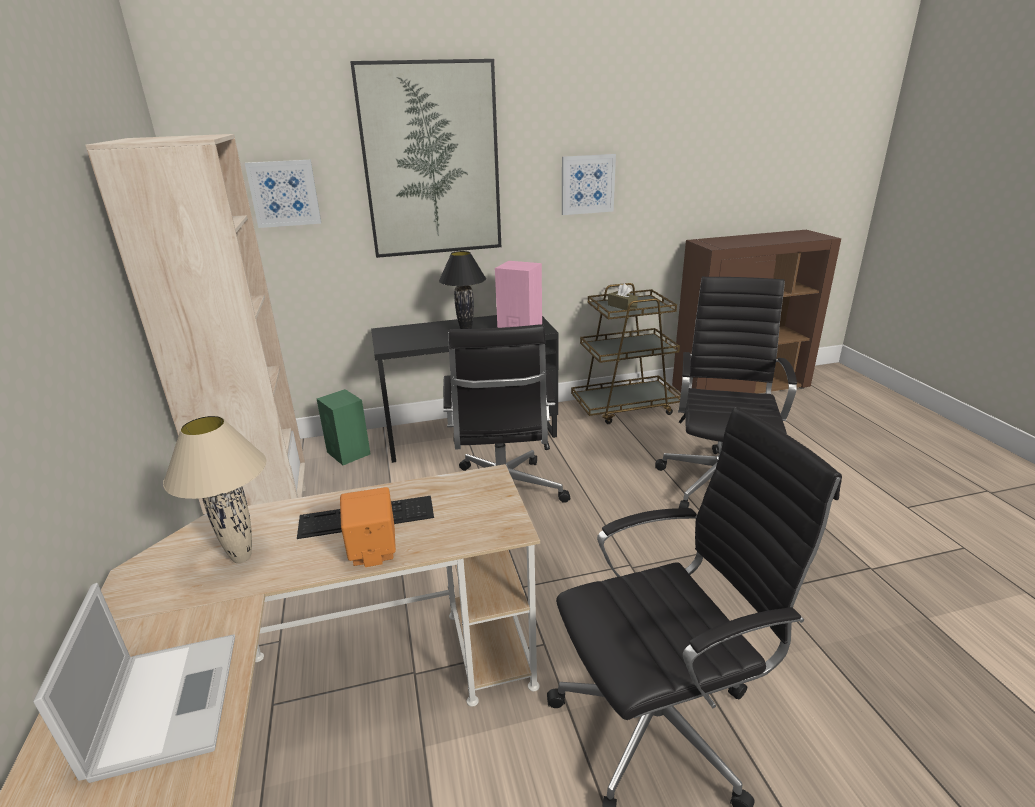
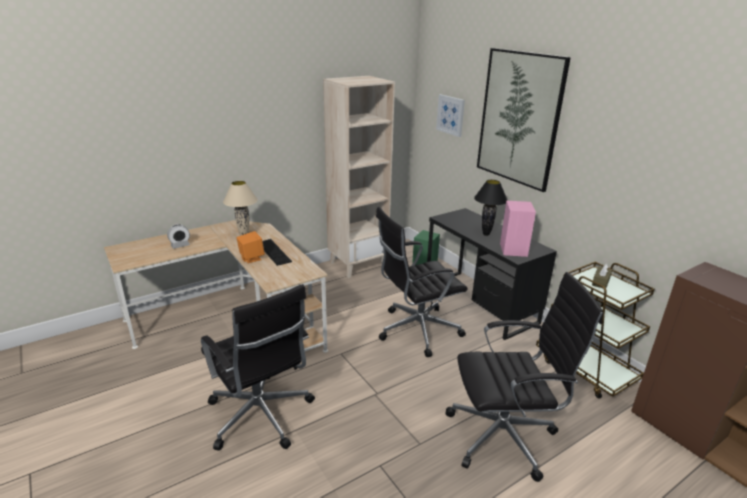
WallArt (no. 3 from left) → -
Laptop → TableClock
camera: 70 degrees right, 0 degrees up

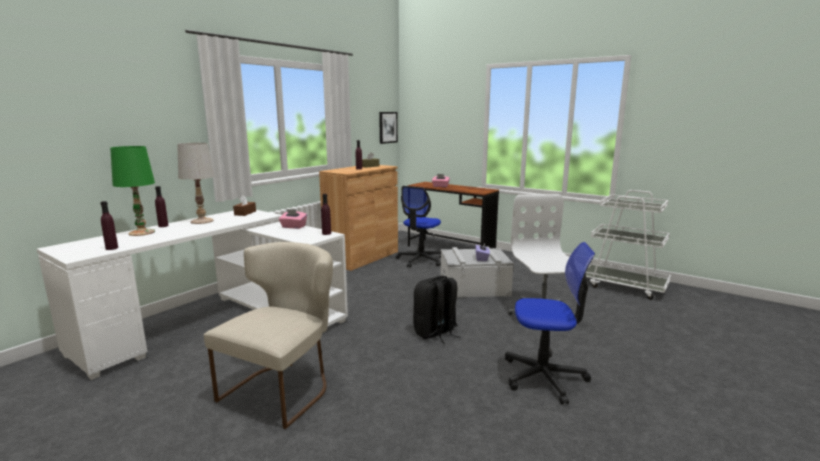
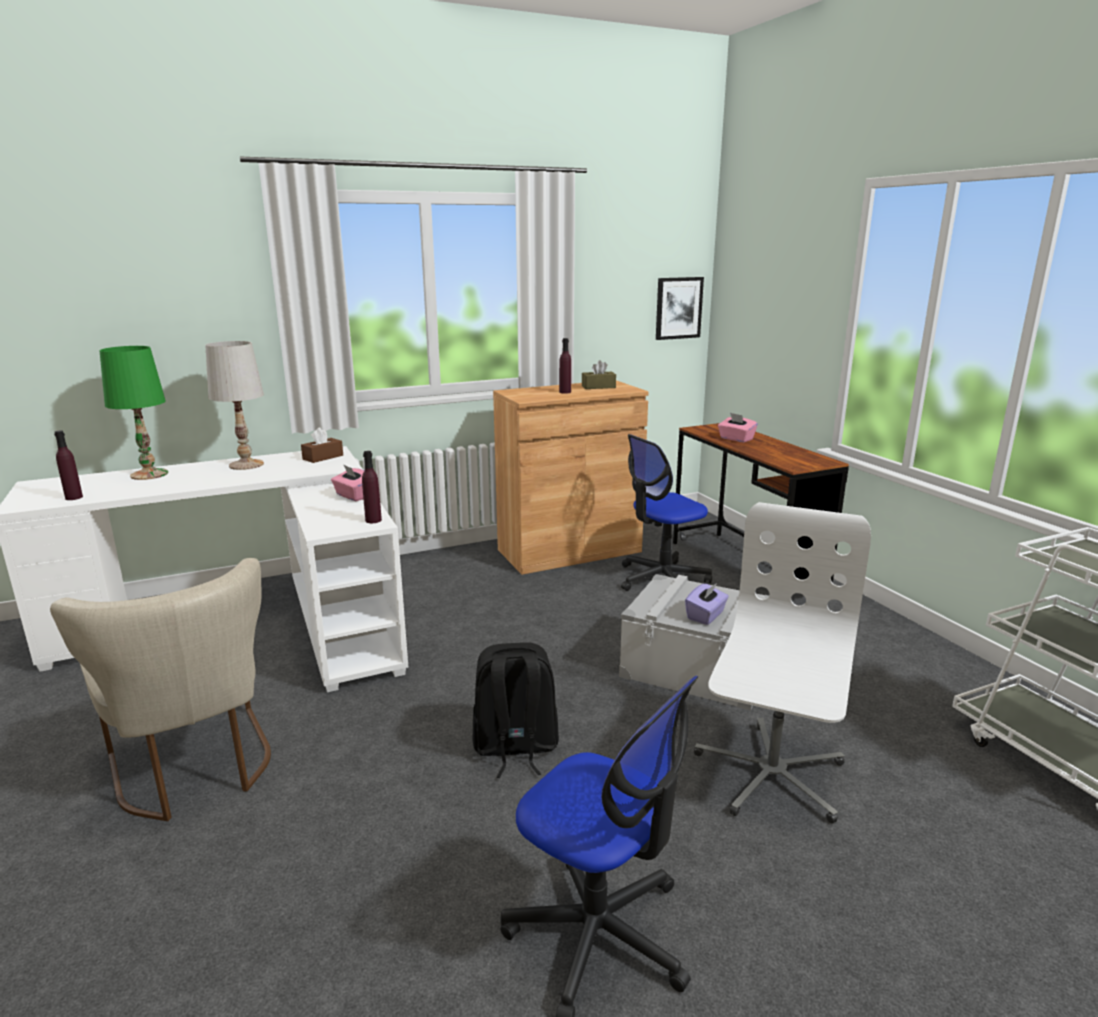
PurpleBeverageBottle (no. 2 from left) → -
BeigeUprightChair, 90 degrees clockwise
camera: 30 degrees right, 5 degrees up

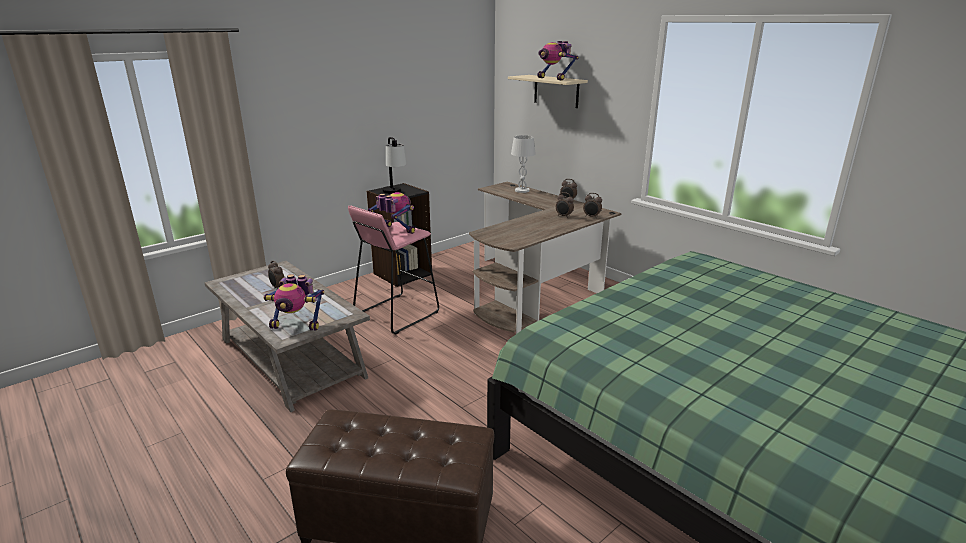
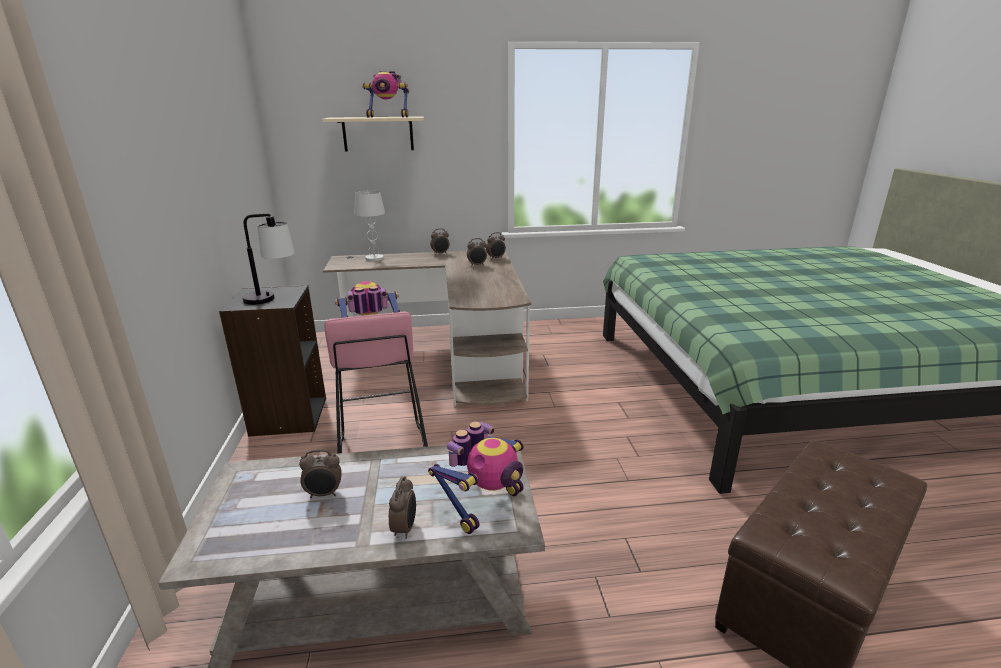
- → TableClock (no. 2 from left)
camera: 55 degrees left, 0 degrees up

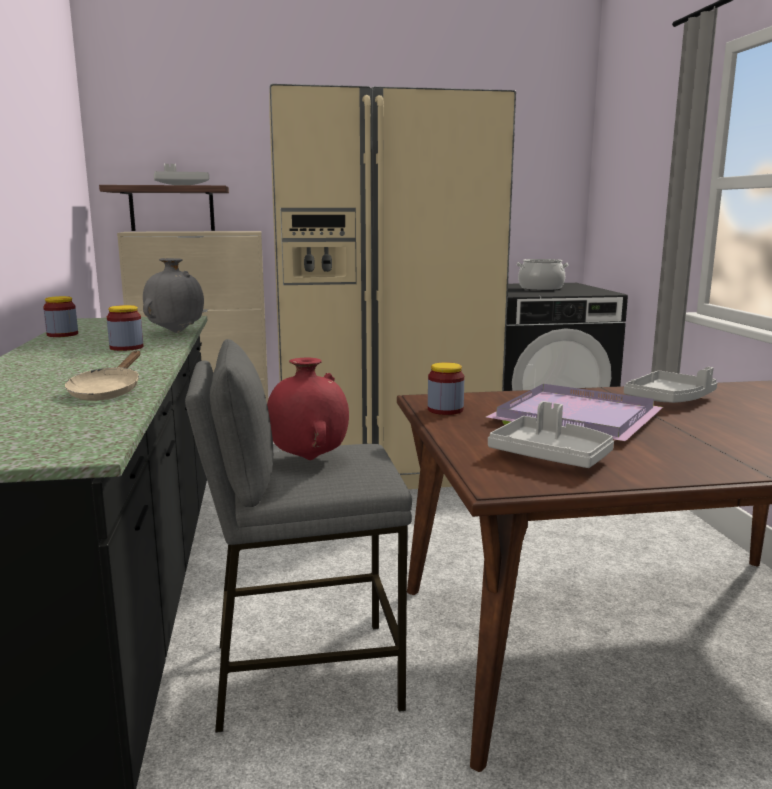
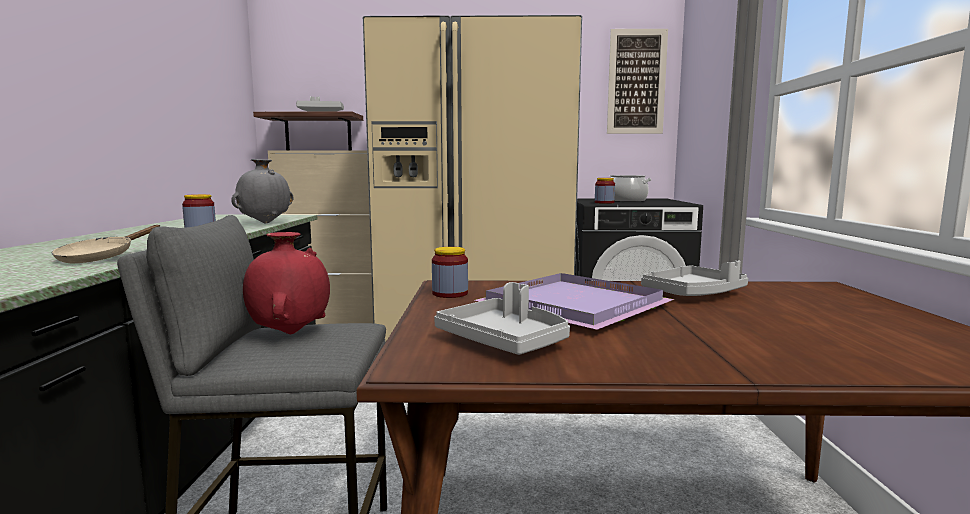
- → WallArt
Jar (no. 1 from left in the first image) → Jar (no. 3 from left), shifted
camera: 10 degrees right, 5 degrees down

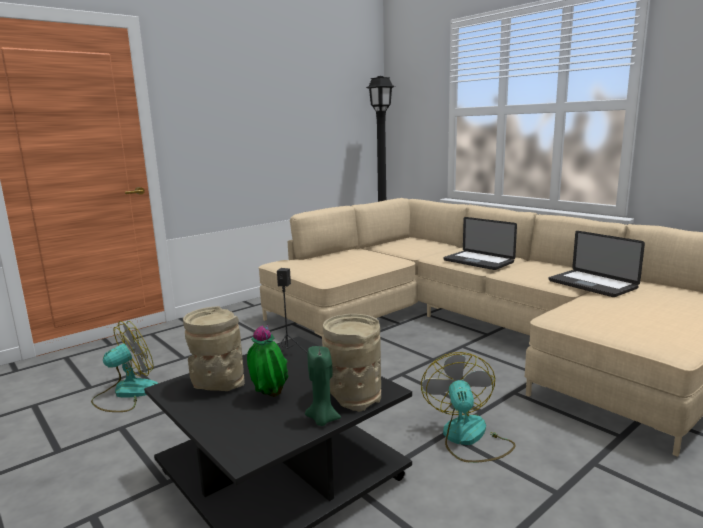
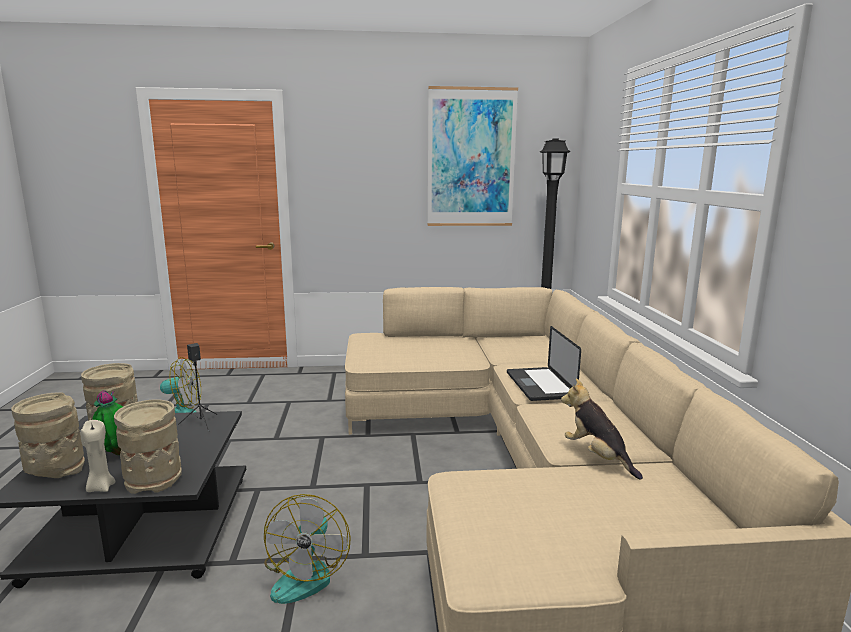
- → BeigeDecorativeVase (no. 1 from left)
- → WallArt
Laptop (no. 2 from left) → PlushToy
GreenColouredWaxCandle → BeigeWaxCandle
CoolingFan (no. 2 from left), 150 degrees clockwise
camera: 35 degrees right, 0 degrees up

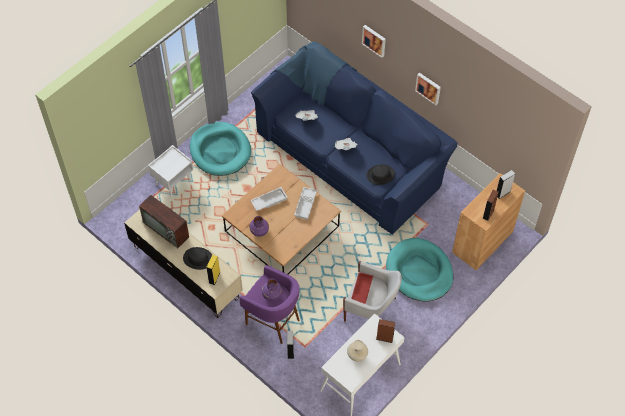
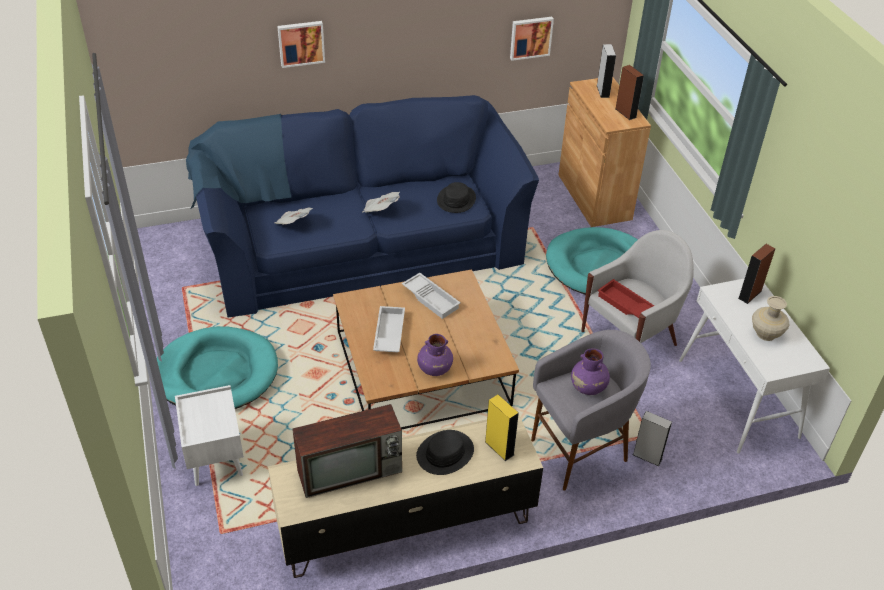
WallArt (no. 2 from left), shifted
PurpleStool → GreyishStool
camera: 60 degrees left, 15 degrees down

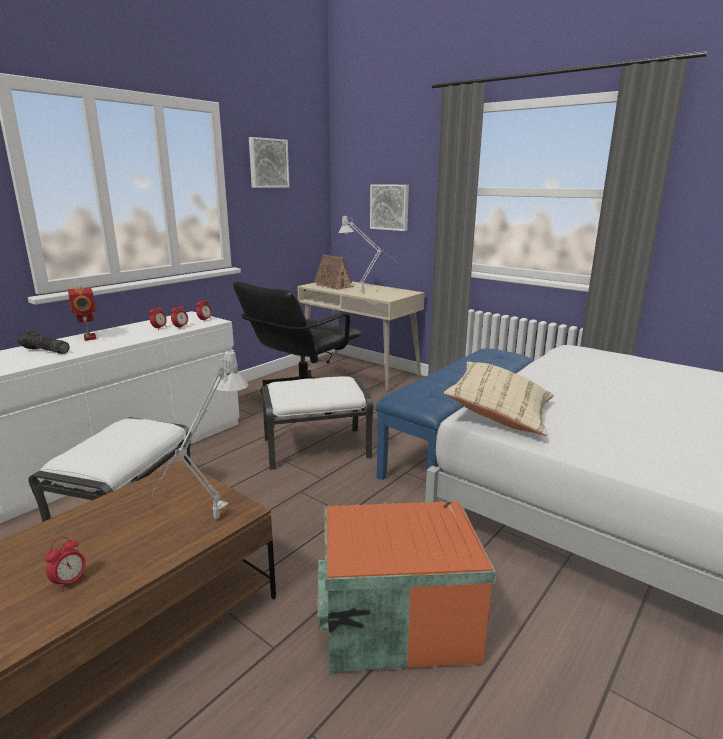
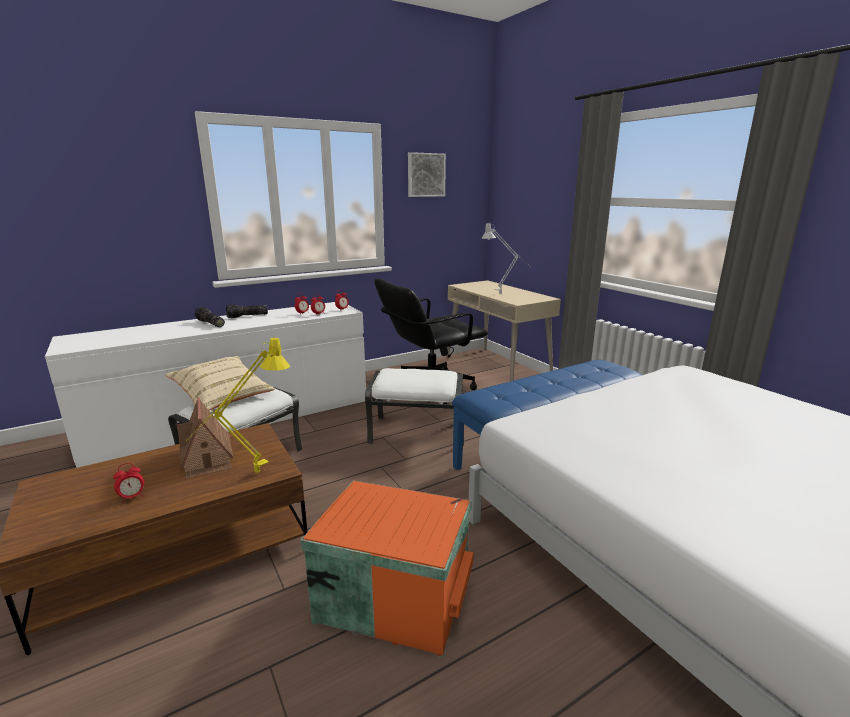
WallArt (no. 2 from left) → -
MiniatureHouse, shifted
BeigePillow, shifted
ModelRobot → Torch (no. 2 from left)
GreyishLampForATable (no. 1 from left) → YellowishLampForATable
camera: 20 degrees right, 0 degrees up

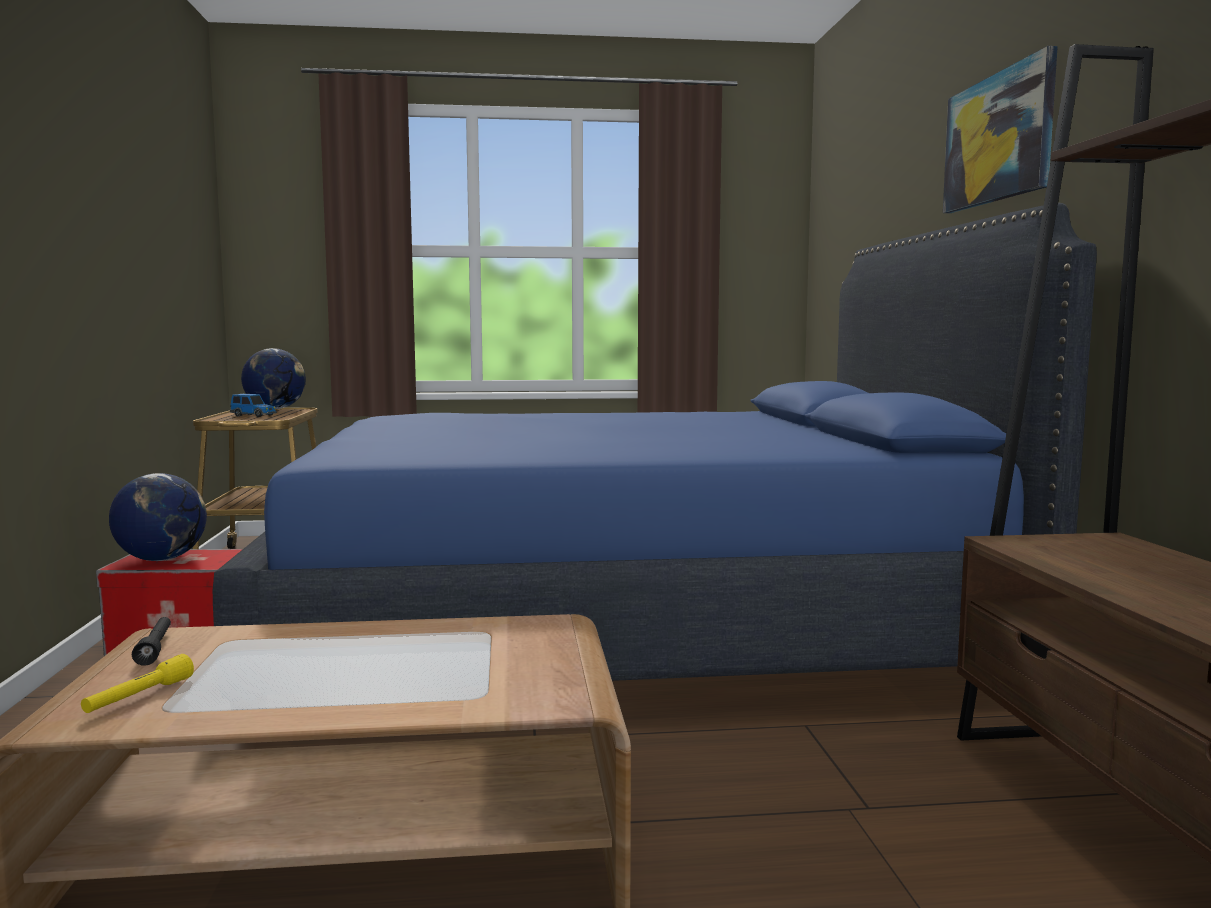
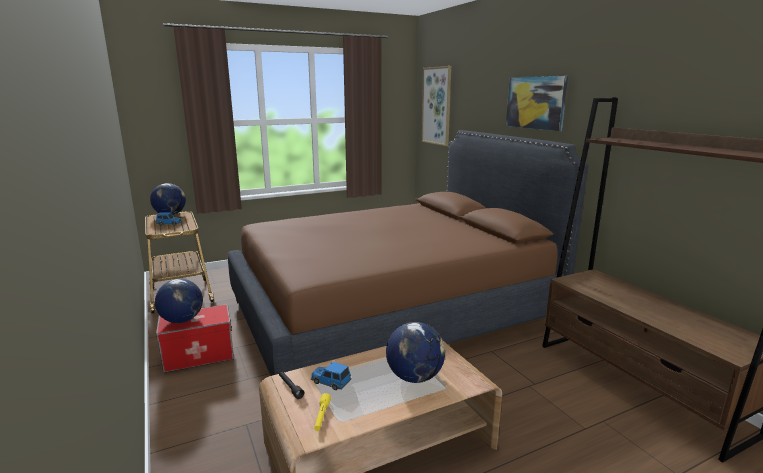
- → ToyCar (no. 2 from left)
- → WorldGlobe (no. 3 from left)
- → WallArt (no. 1 from left)
BluishBed → BrownColouredBed
camera: 20 degrees left, 10 degrees up

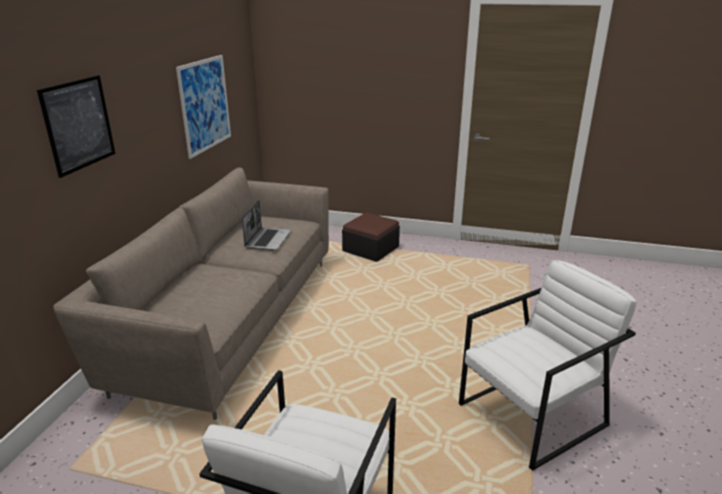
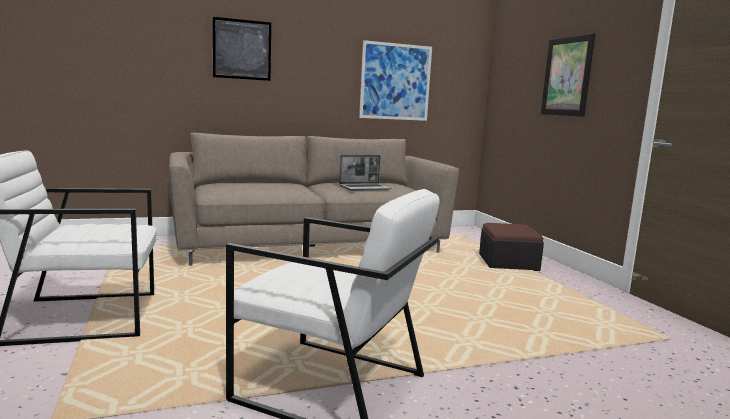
- → WallArt (no. 3 from left)
camera: 55 degrees right, 15 degrees down

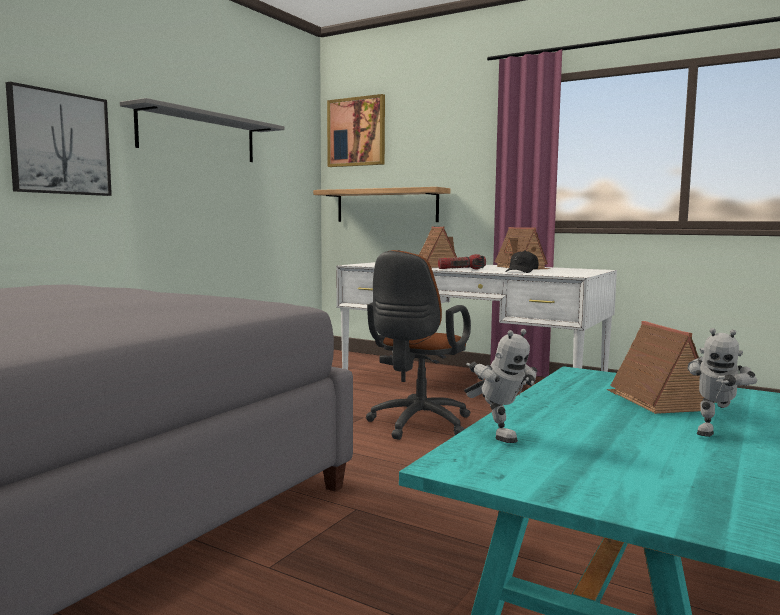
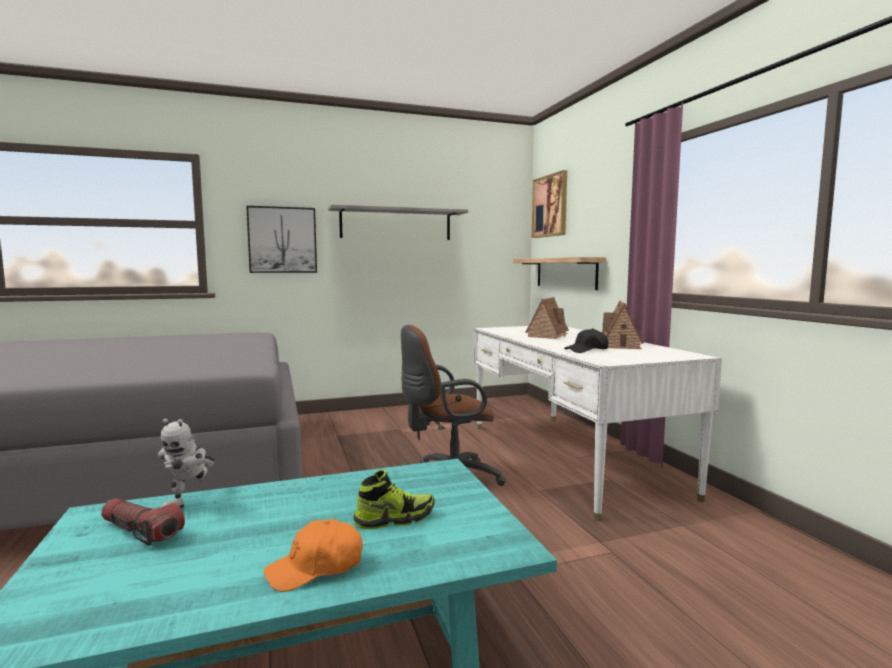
Torch, shifted
MiniatureHouse (no. 3 from left) → Shoe
ModelRobot (no. 2 from left) → OrangeyBaseballCap
camera: 40 degrees right, 0 degrees up

